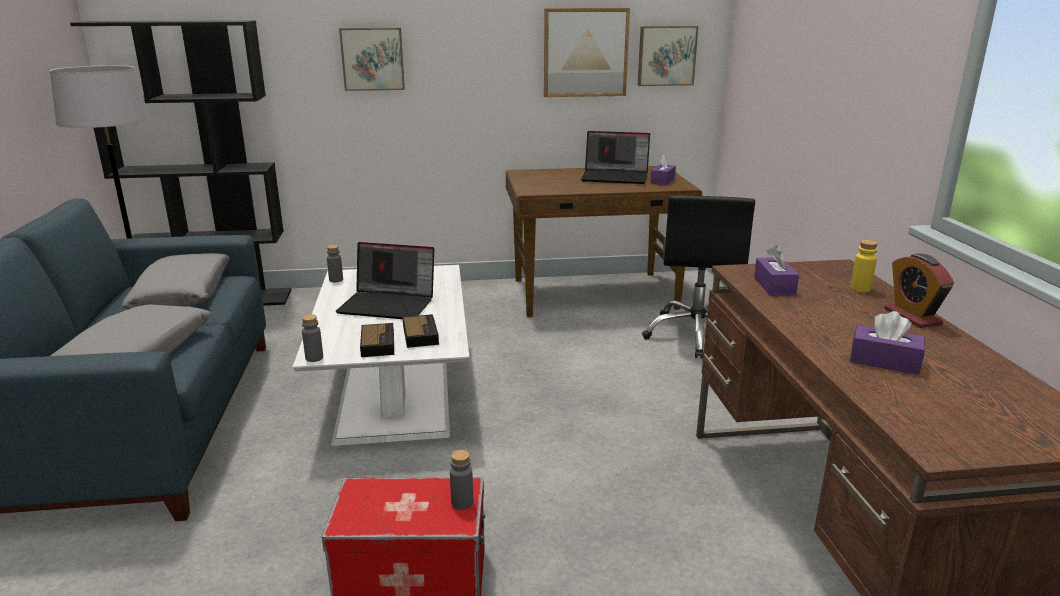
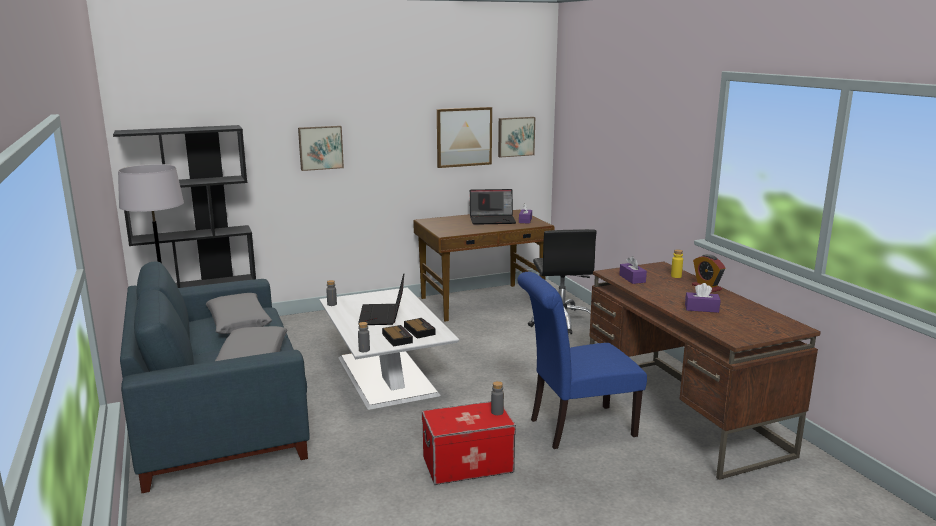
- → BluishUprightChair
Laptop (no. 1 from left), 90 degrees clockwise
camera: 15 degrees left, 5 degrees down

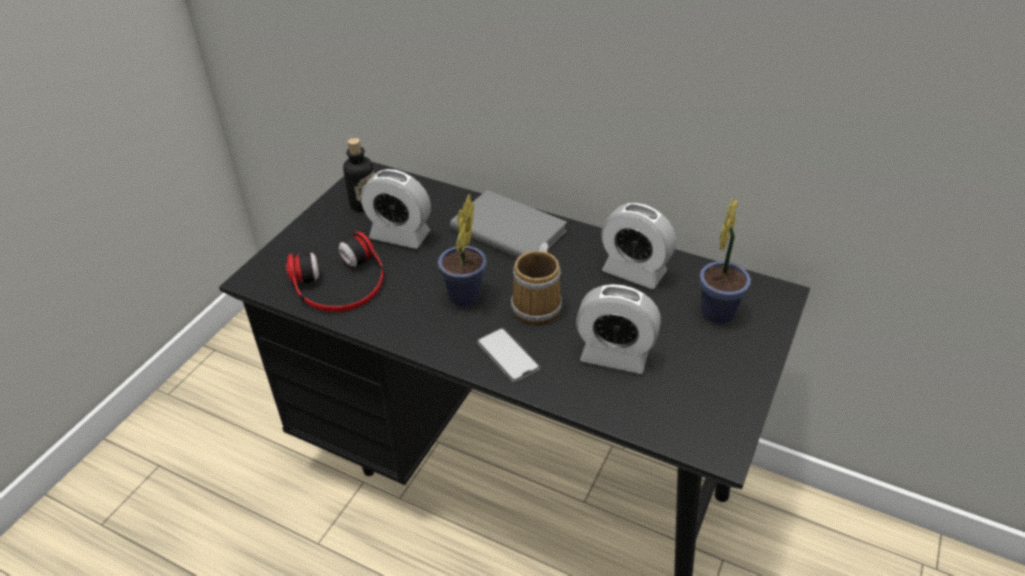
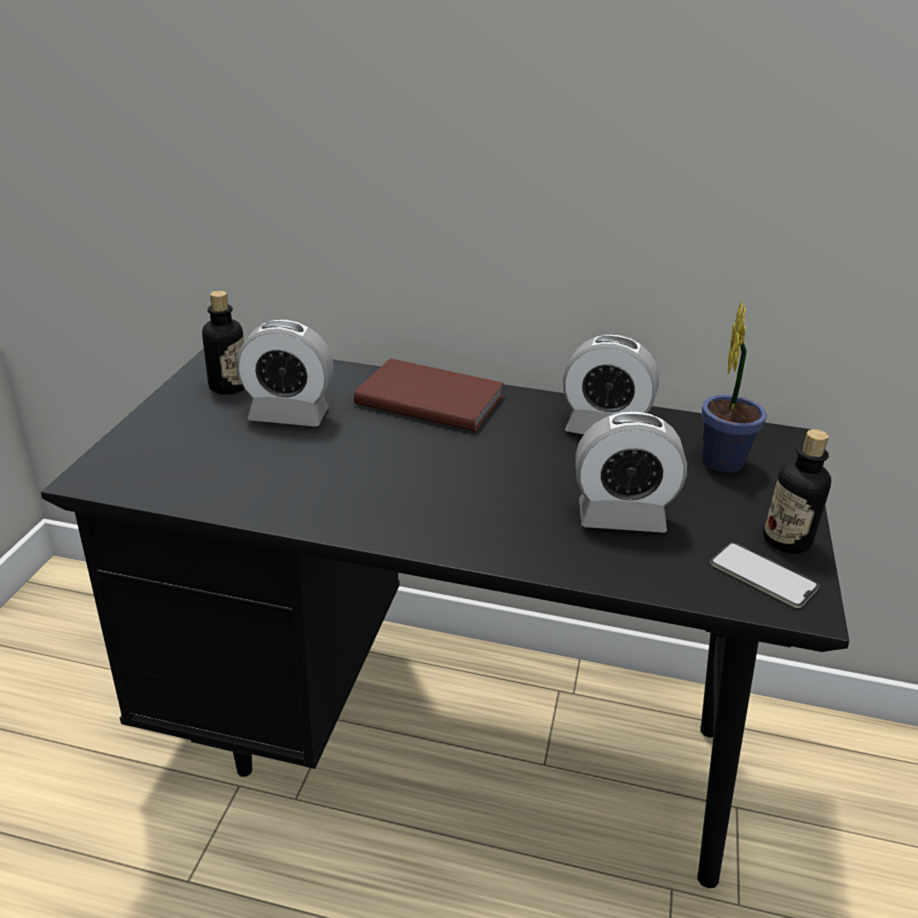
Headphones → -
Houseplant (no. 1 from left) → -
TeaMug → -
- → BeverageBottle (no. 2 from left)
Handset, shifted
GreyishBook → BrownColouredBook
camera: 15 degrees left, 10 degrees down

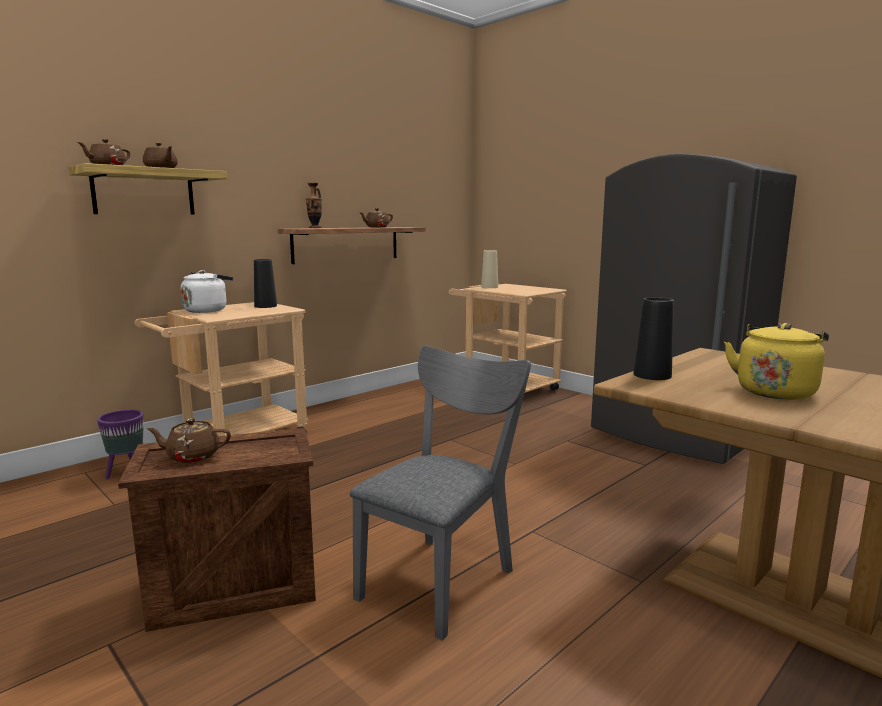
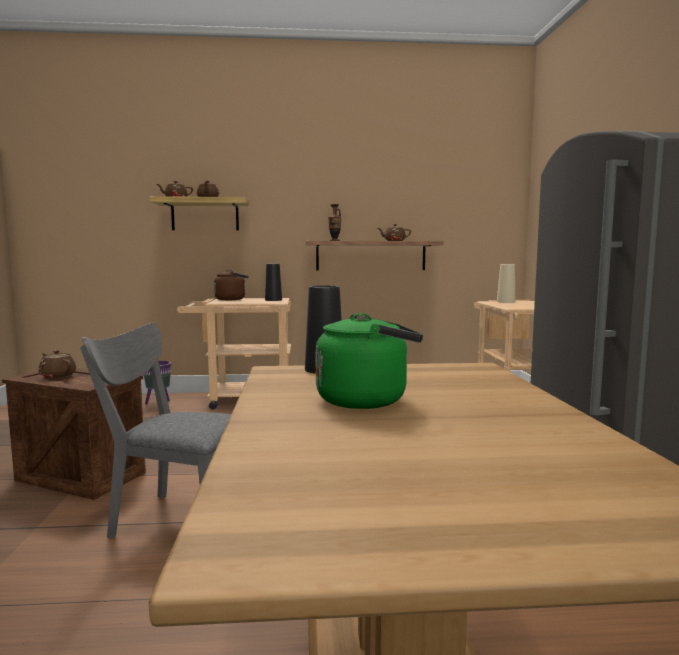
WhitishKettle → BrownColouredKettle
YellowishKettle → GreenColouredKettle
GreyishUprightChair, 150 degrees counterclockwise
camera: 40 degrees right, 5 degrees down

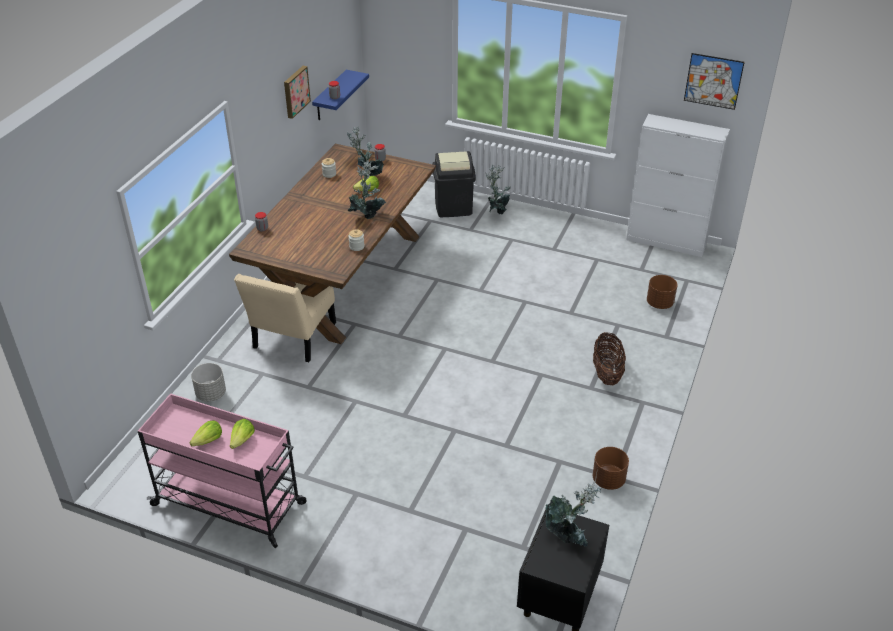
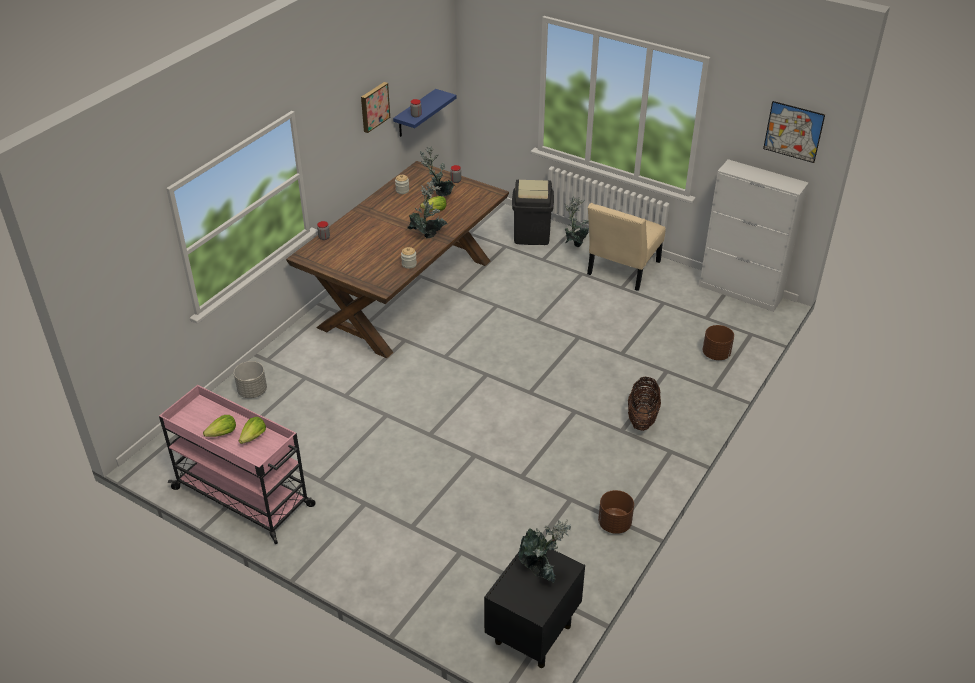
BeigeUprightChair, shifted
camera: 10 degrees right, 0 degrees up

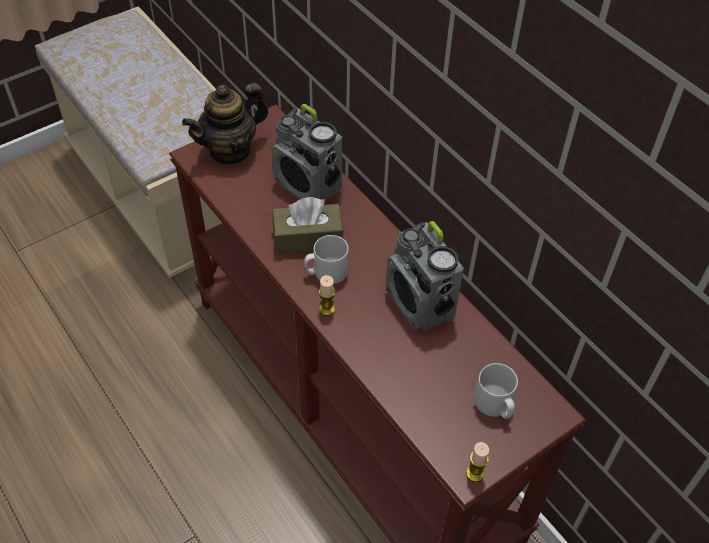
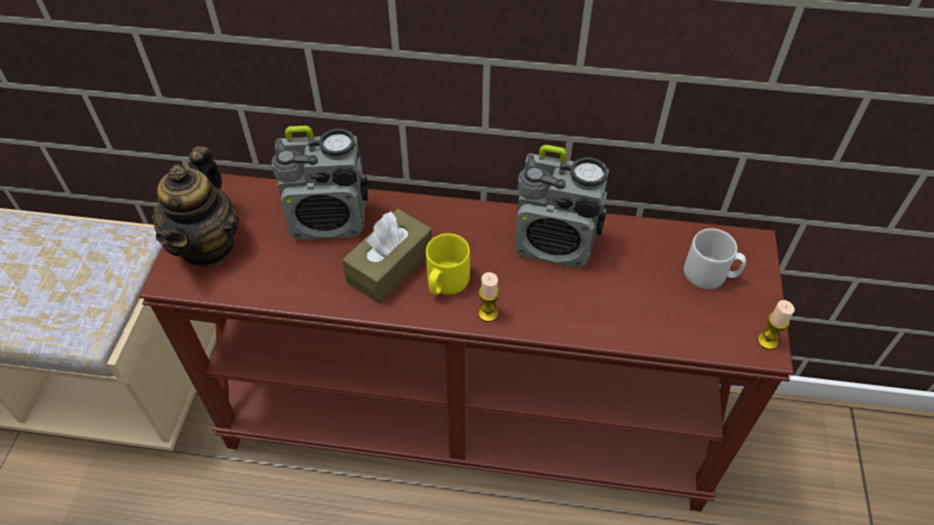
GreyishTeaMug (no. 1 from left) → YellowishTeaMug
camera: 45 degrees left, 0 degrees up

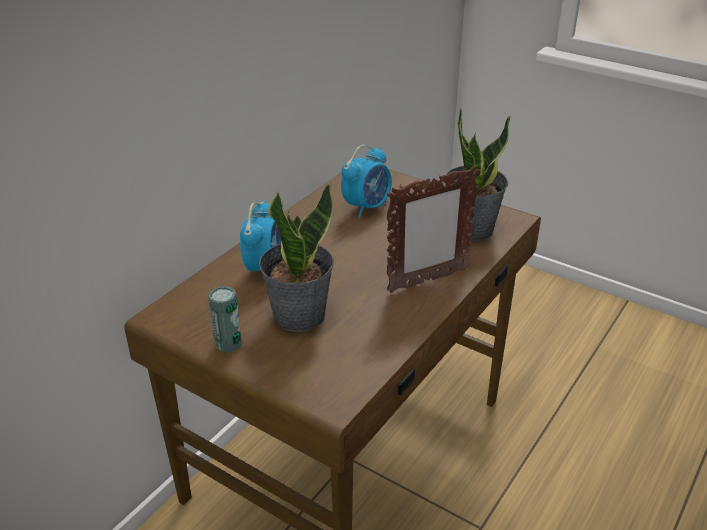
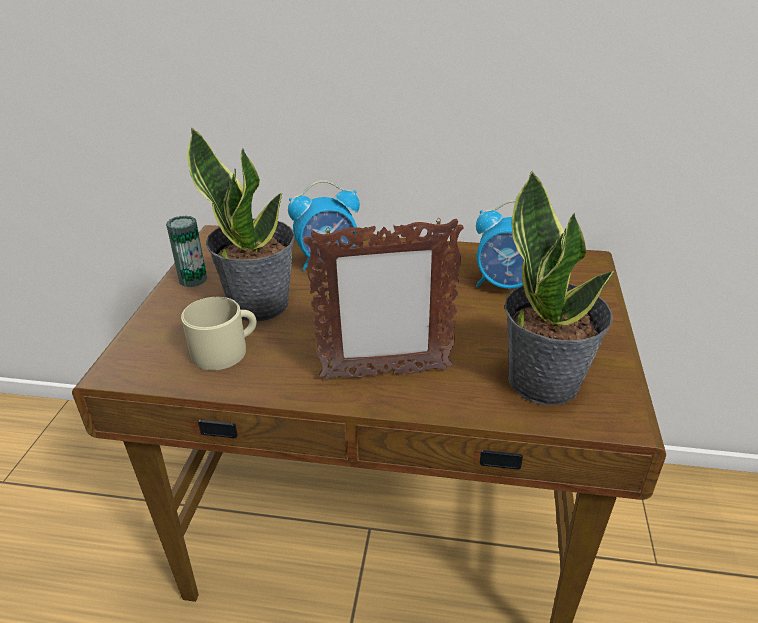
- → BeigeTeaMug
StandingFrame, 45 degrees counterclockwise
camera: 65 degrees right, 0 degrees up

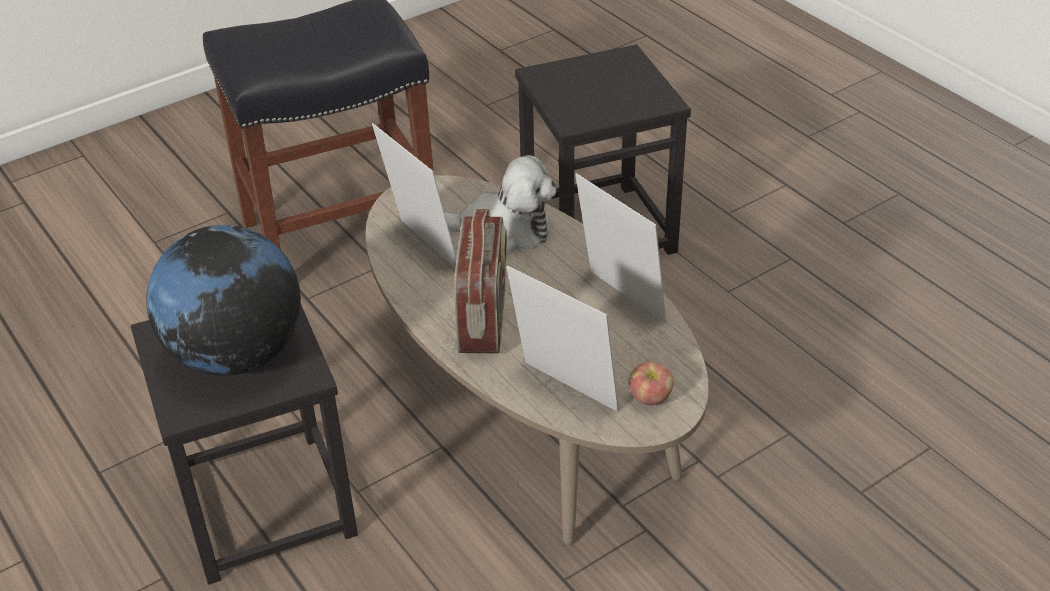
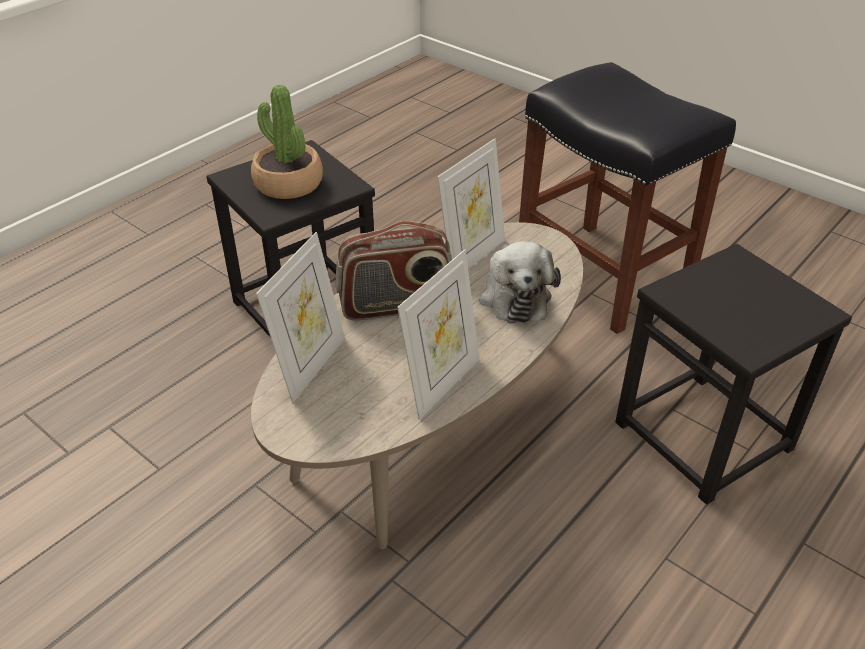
Apple → -
WorldGlobe → Houseplant
camera: 75 degrees right, 0 degrees up

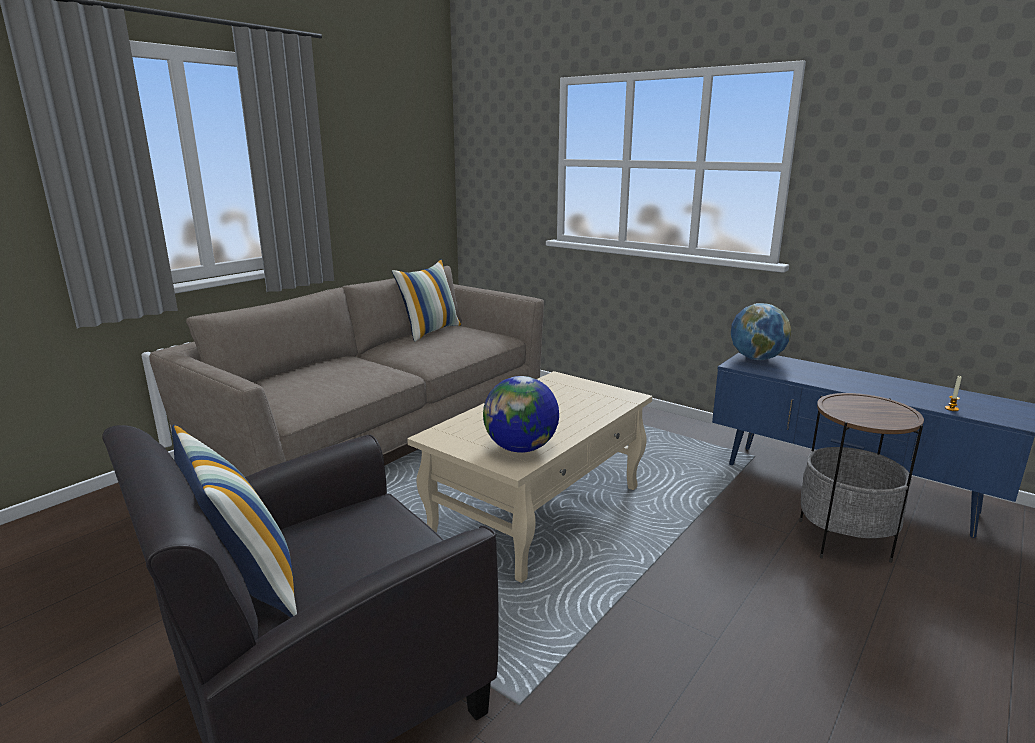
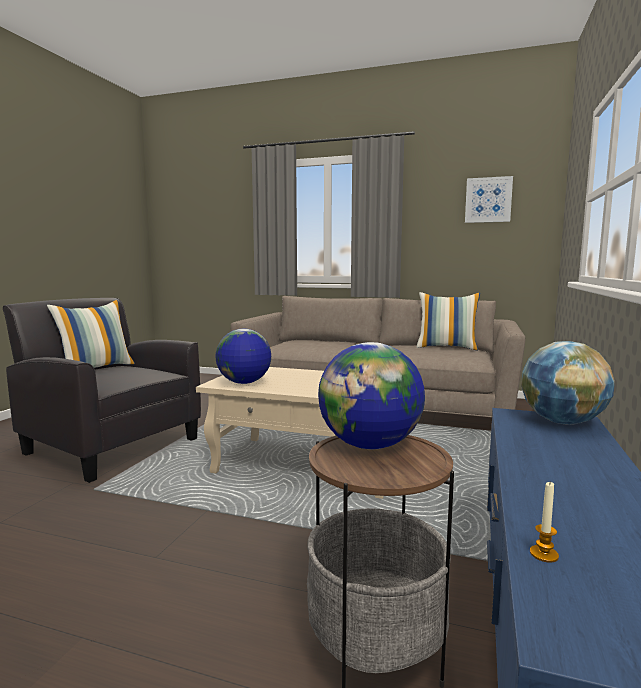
- → WorldGlobe (no. 2 from left)
- → WallArt
camera: 70 degrees right, 10 degrees down

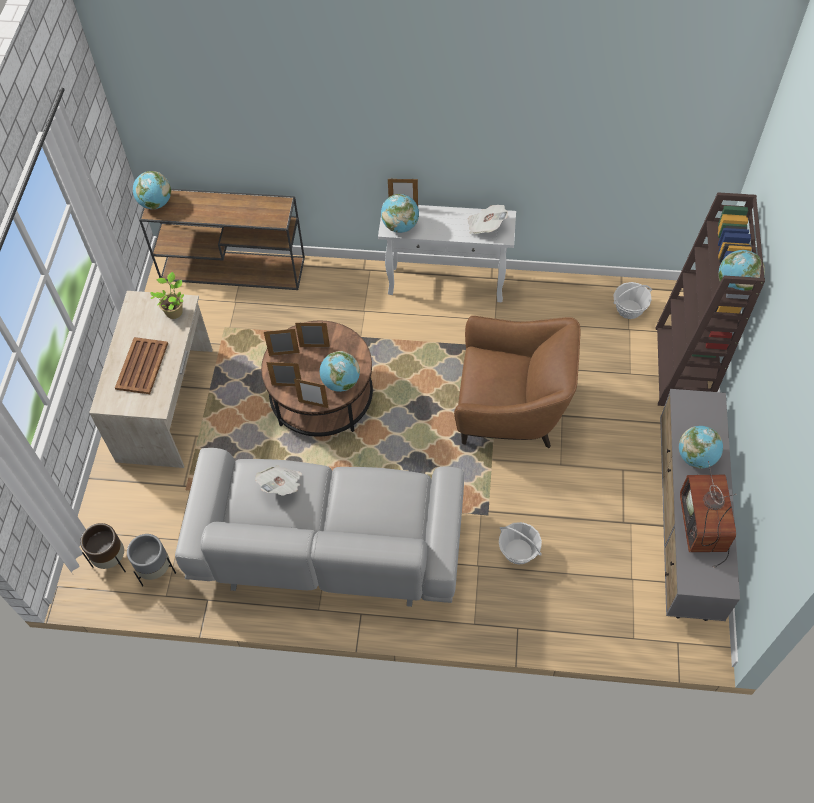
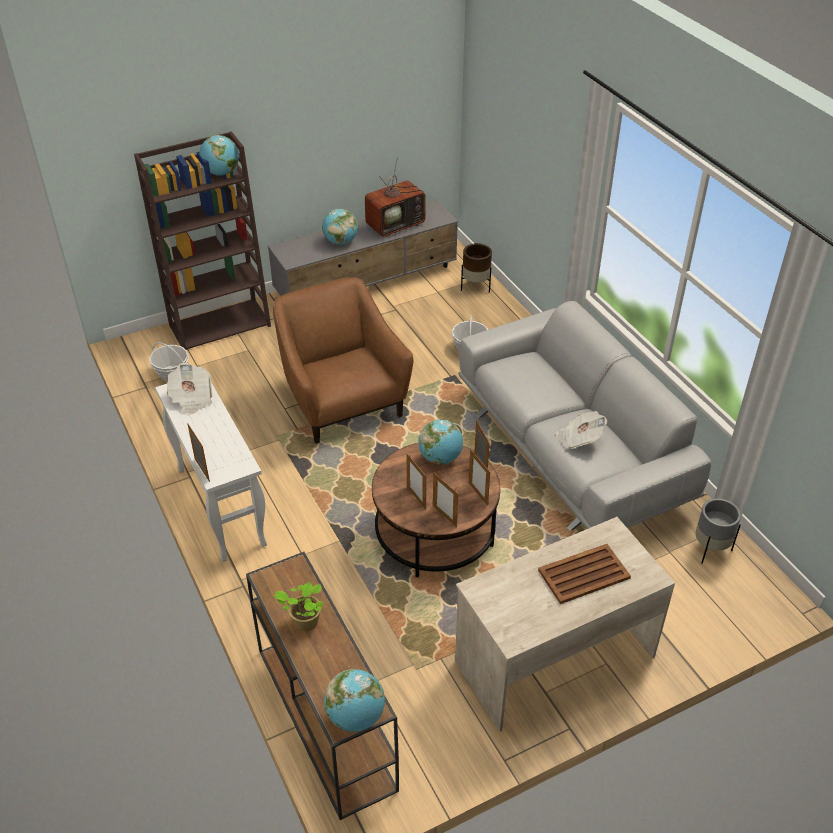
WorldGlobe (no. 3 from left) → -
BrownColouredPlanter, shifted
Houseplant, shifted
camera: 125 degrees left, 15 degrees down

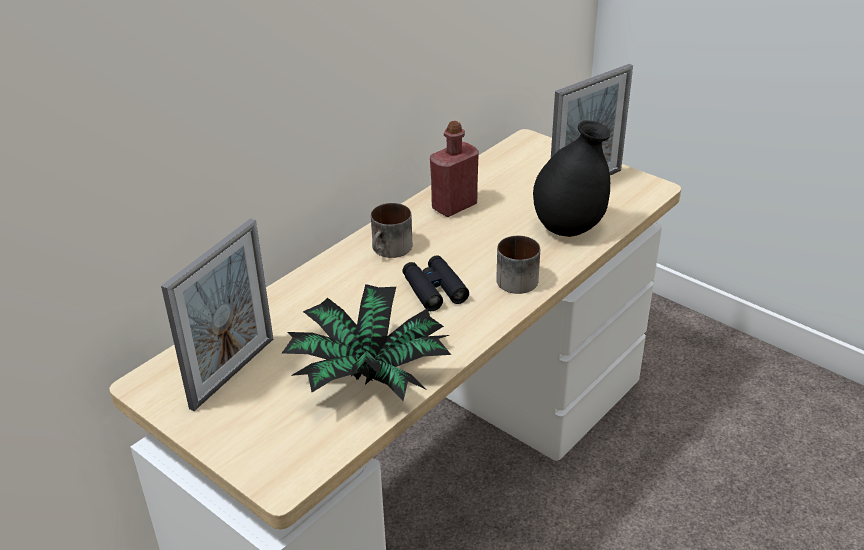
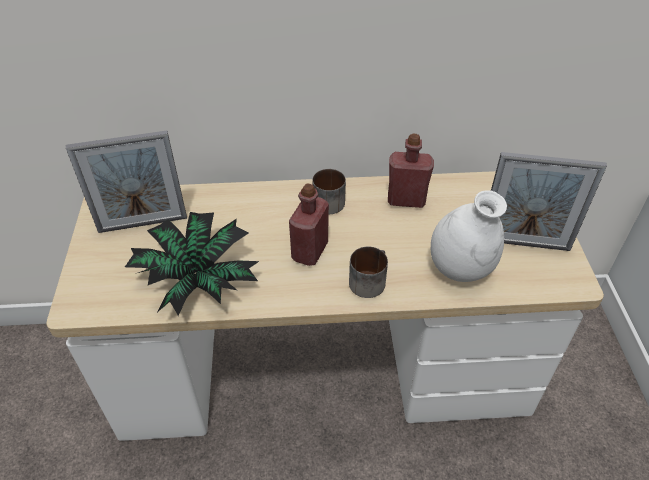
BlackBinoculars → ReddishBeverageBottle (no. 1 from left)
BlackDecorativeVase → WhitishDecorativeVase
camera: 45 degrees right, 10 degrees up

